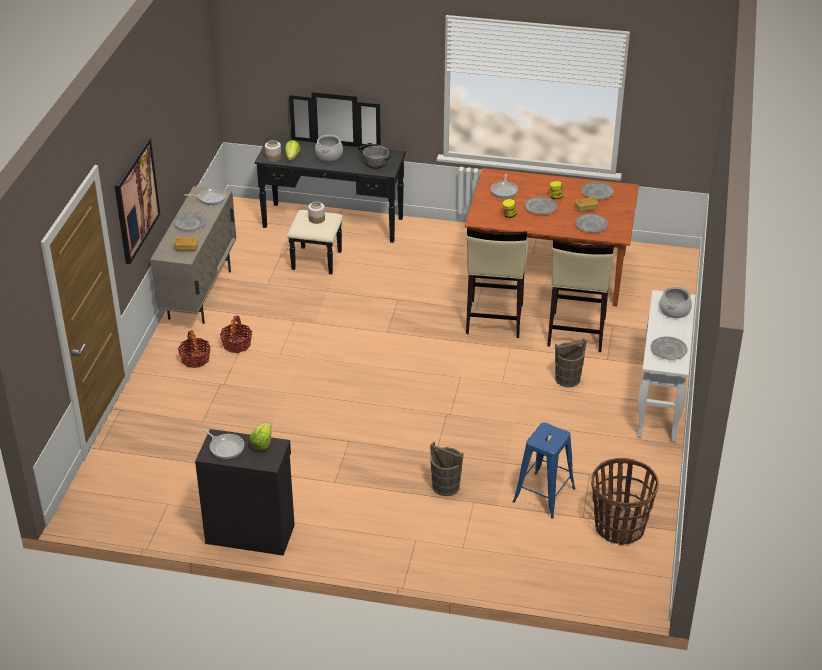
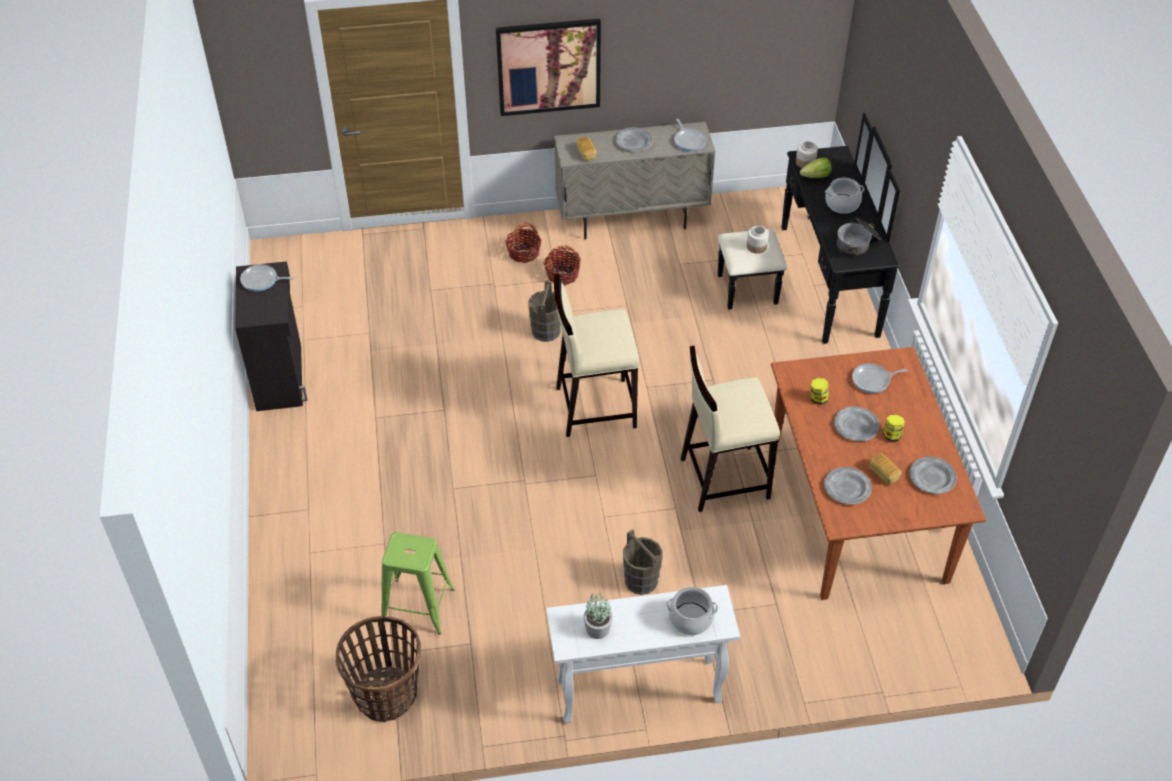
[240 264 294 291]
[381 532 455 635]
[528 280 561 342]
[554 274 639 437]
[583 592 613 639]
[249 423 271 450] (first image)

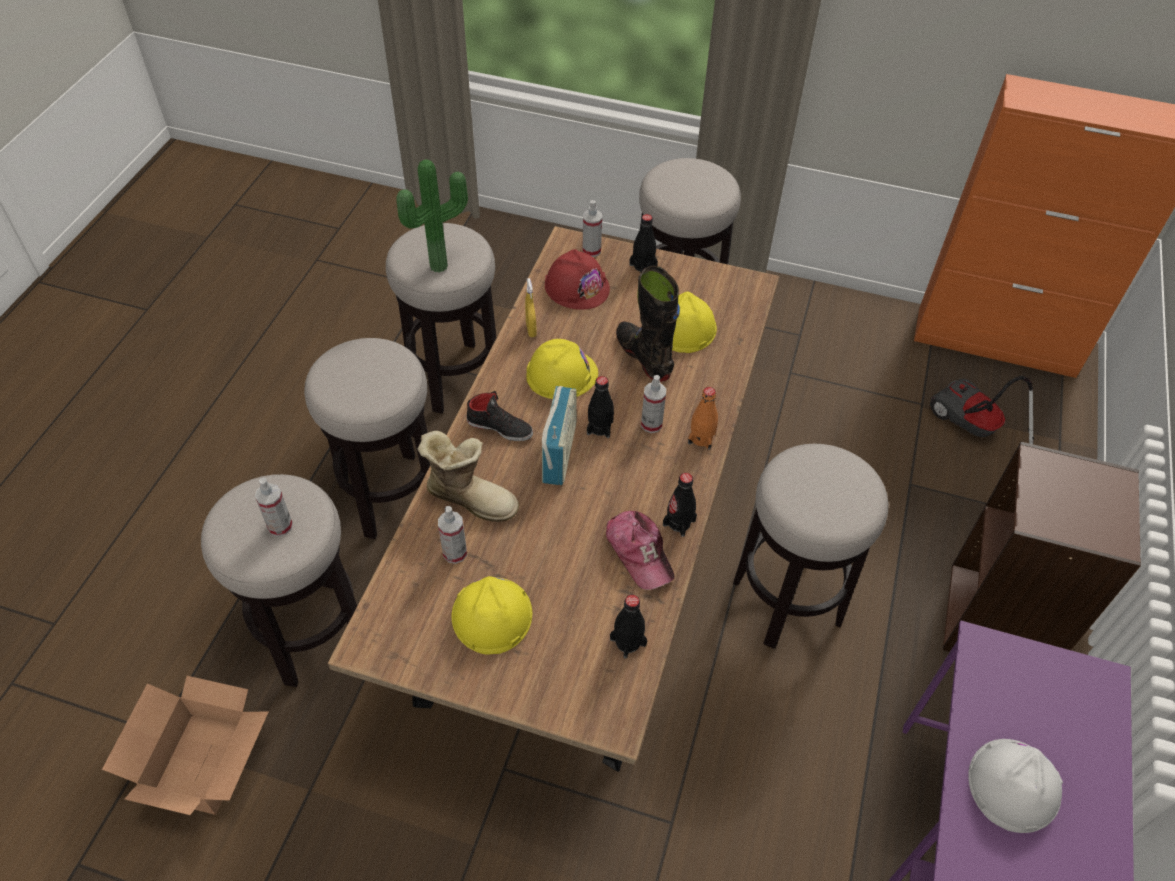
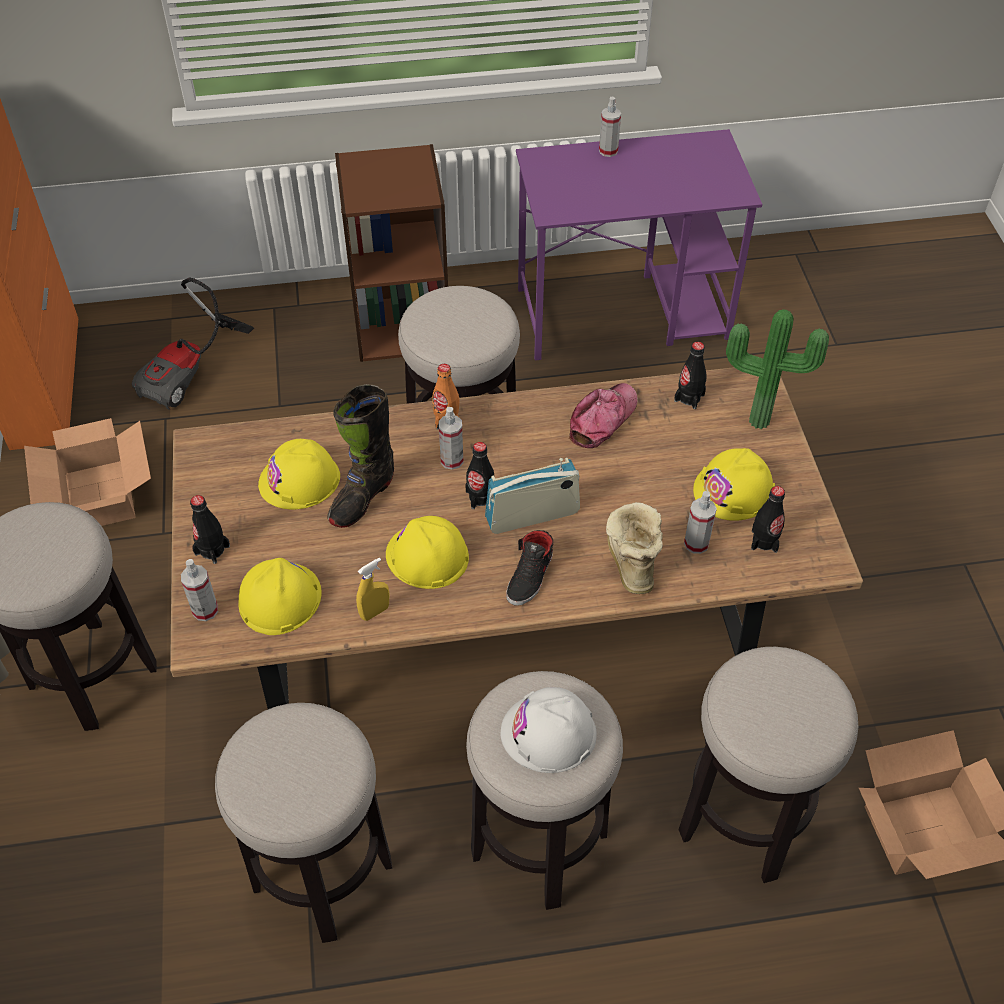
[24 418 151 526]
[238 558 322 635]
[501 687 596 773]
[506 530 553 606]
[599 97 621 157]
[726 309 829 429]
[751 486 785 553]

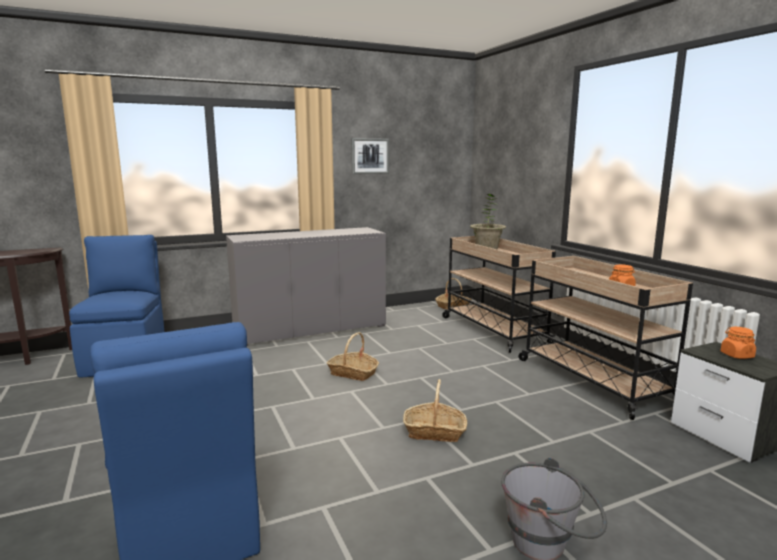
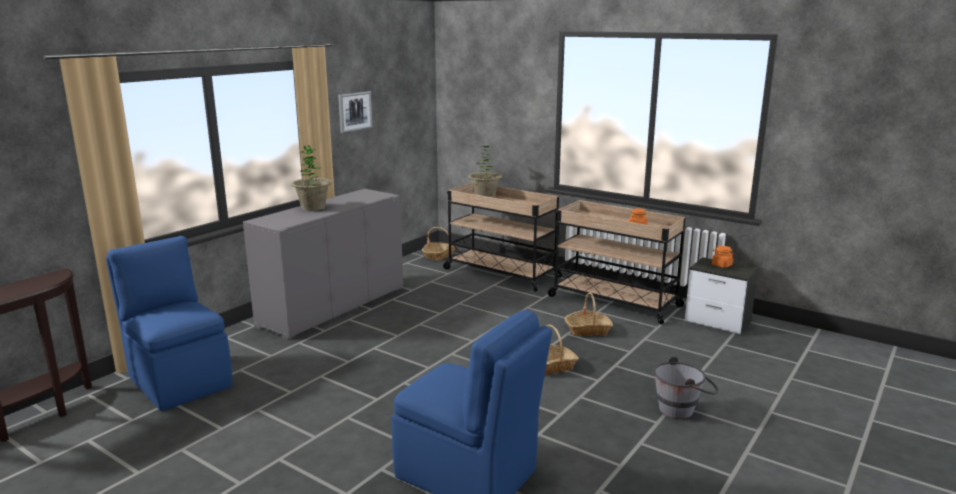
[291 146 332 211]
[565 292 613 336]

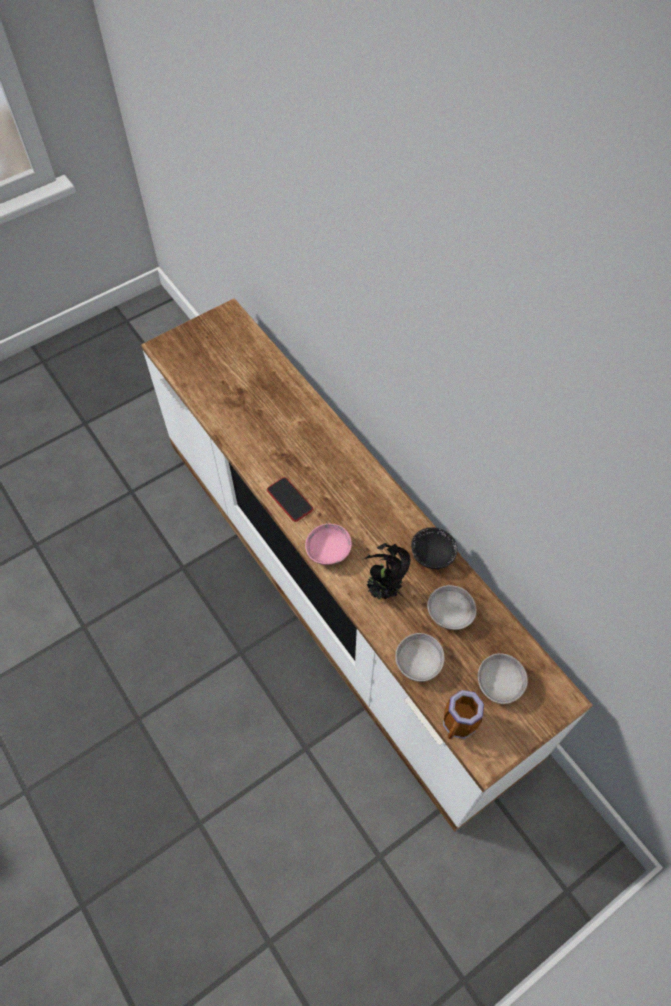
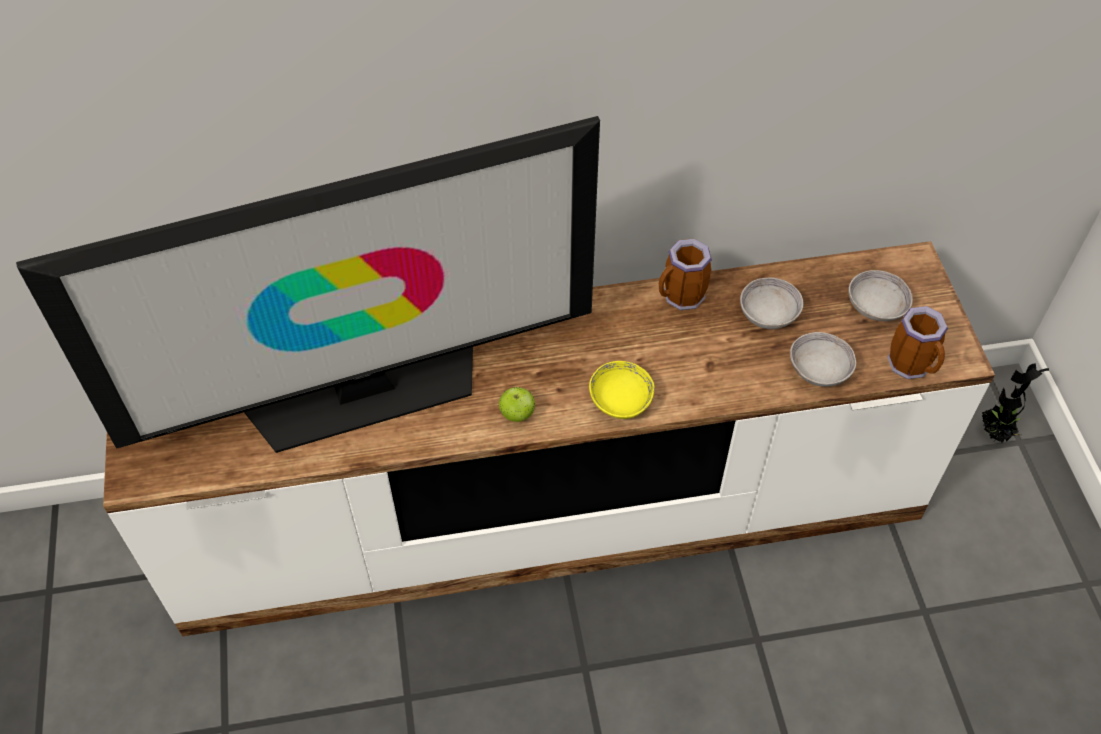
[16 116 600 453]
[499 387 535 422]
[589 361 655 419]
[659 239 712 310]
[982 363 1049 443]

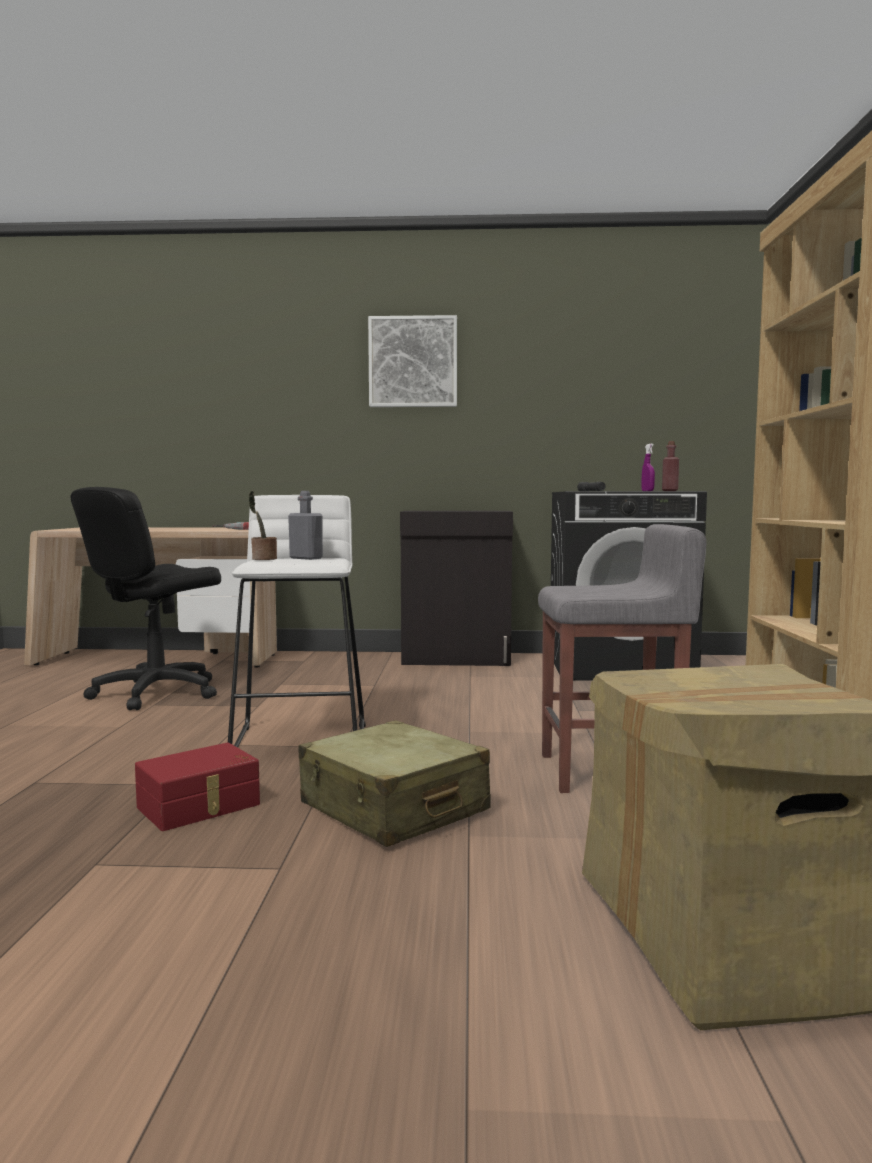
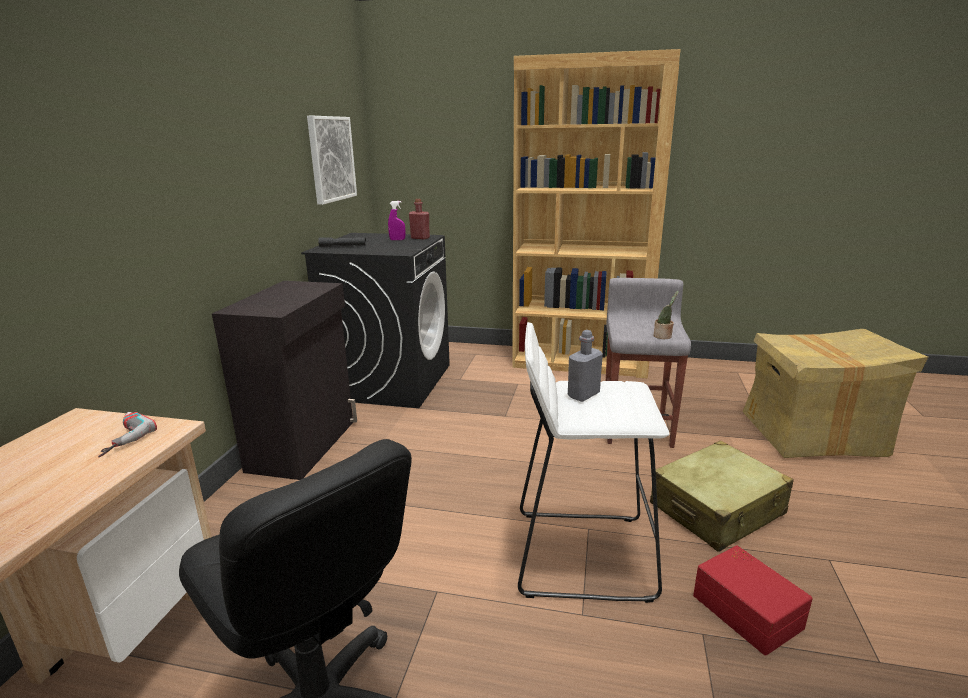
[307 116 357 205]
[653 291 679 339]

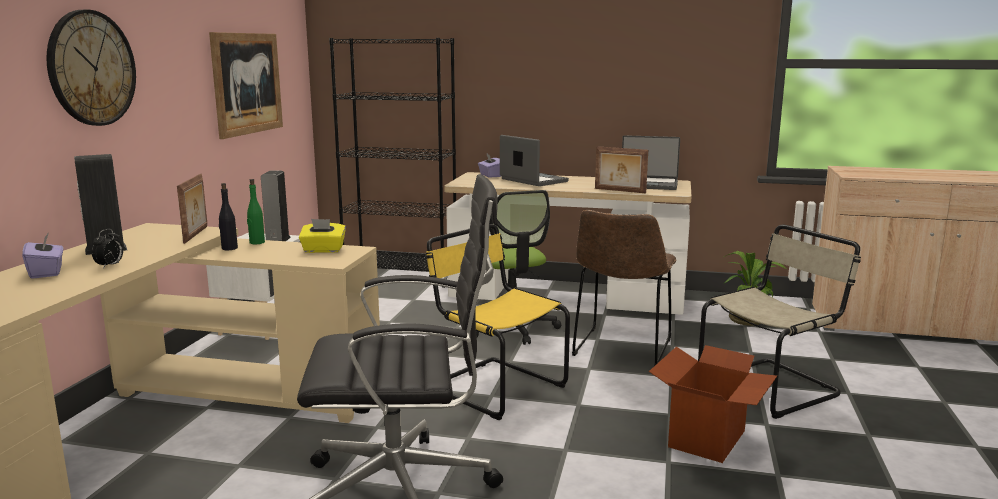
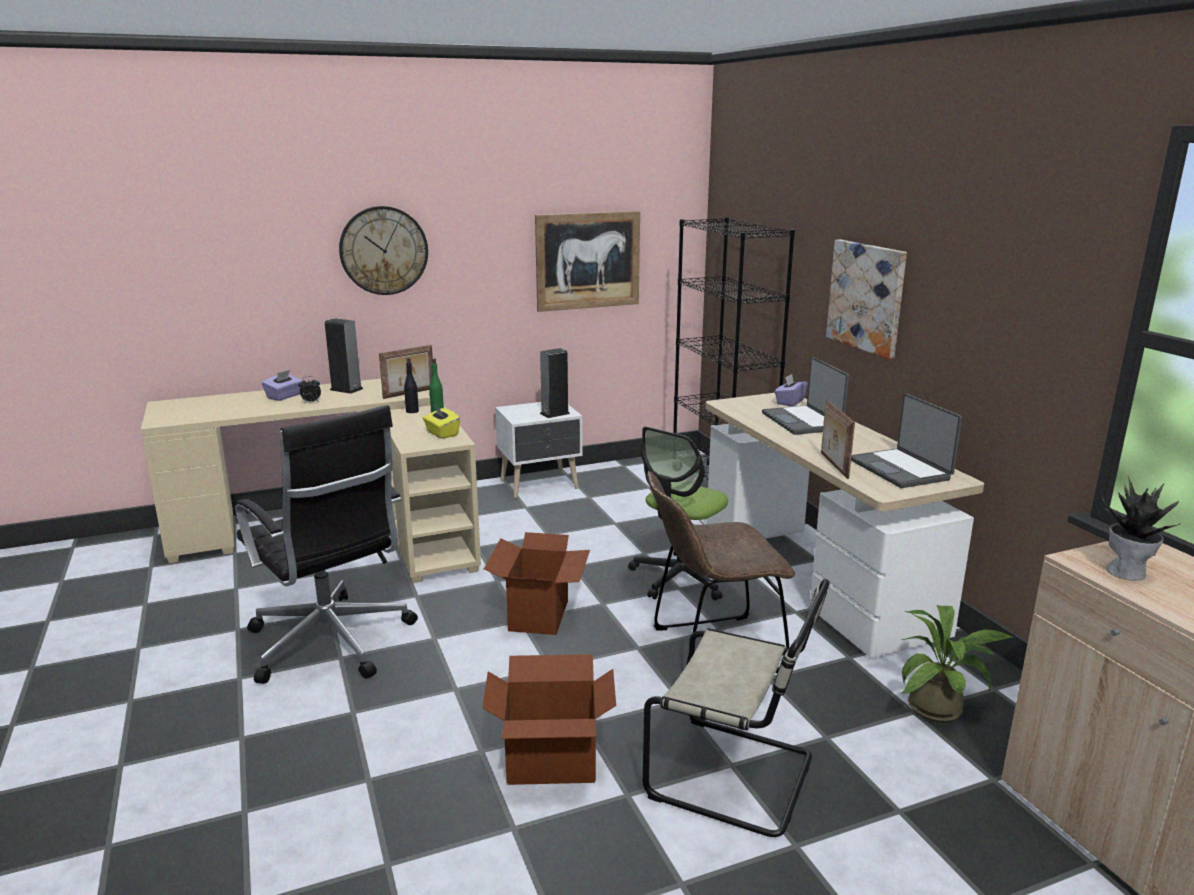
[484 532 590 635]
[762 357 849 435]
[826 240 907 359]
[1102 476 1181 581]

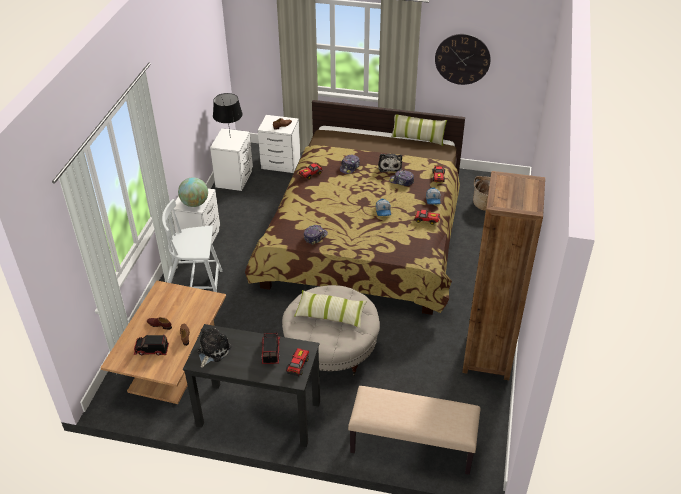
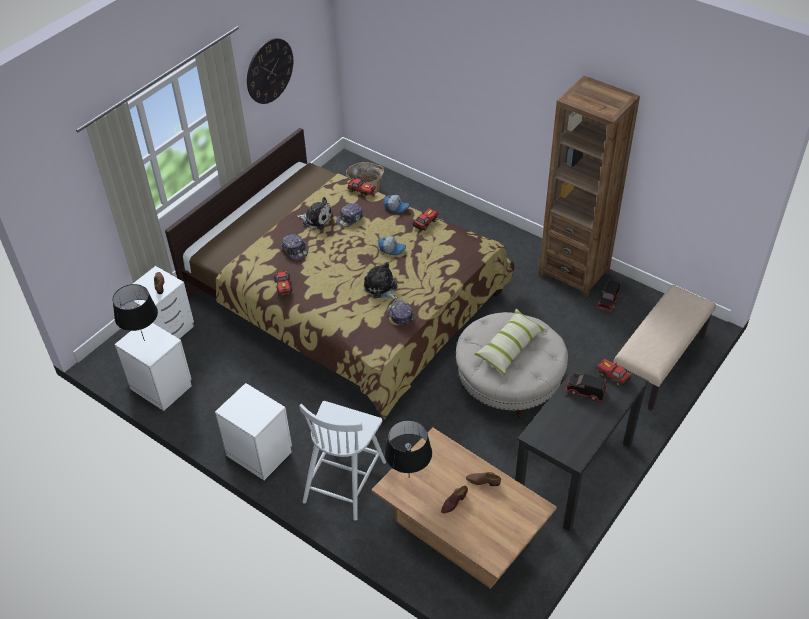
[364 262 398 300]
[385 420 432 478]
[596 279 621 312]
[178 177 208 207] (first image)
[391 115 447 146] (first image)

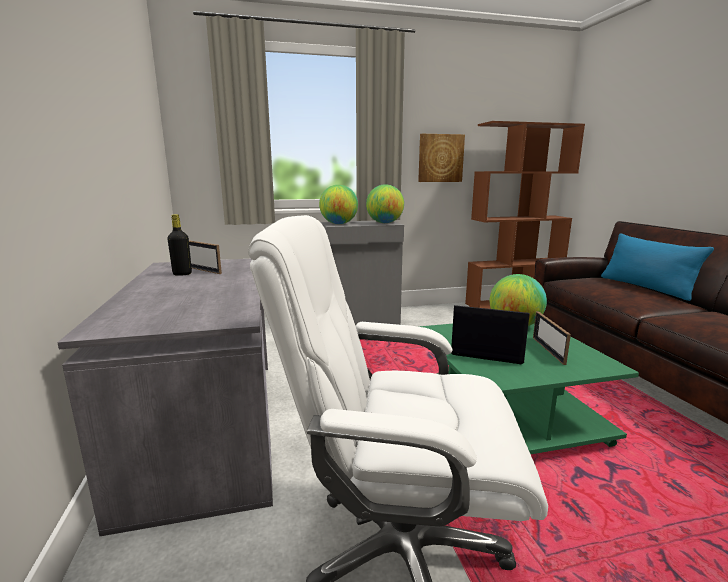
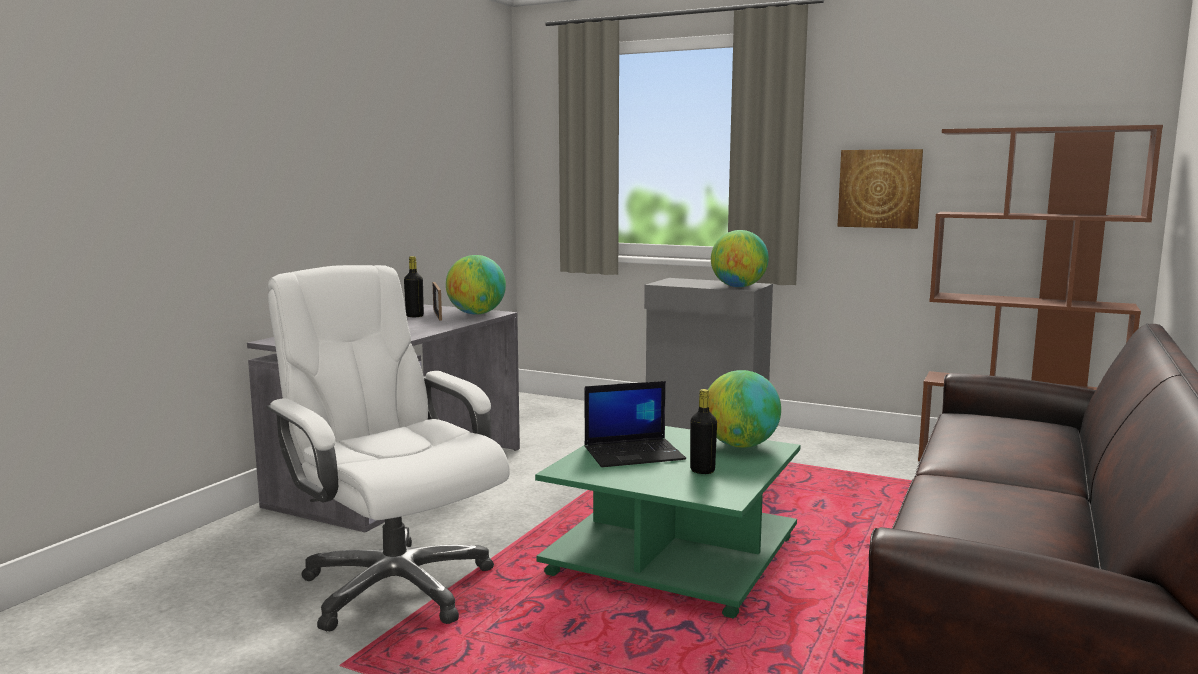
[446 255 506 315]
[585 381 686 467]
[690 389 717 474]
[601 233 714 301] (first image)

